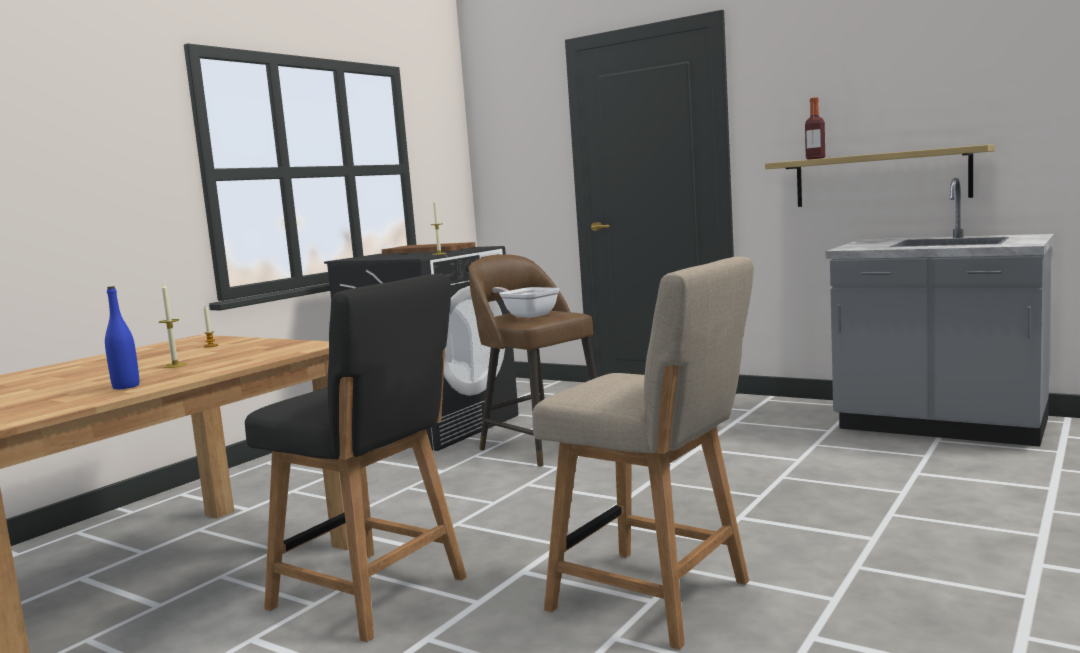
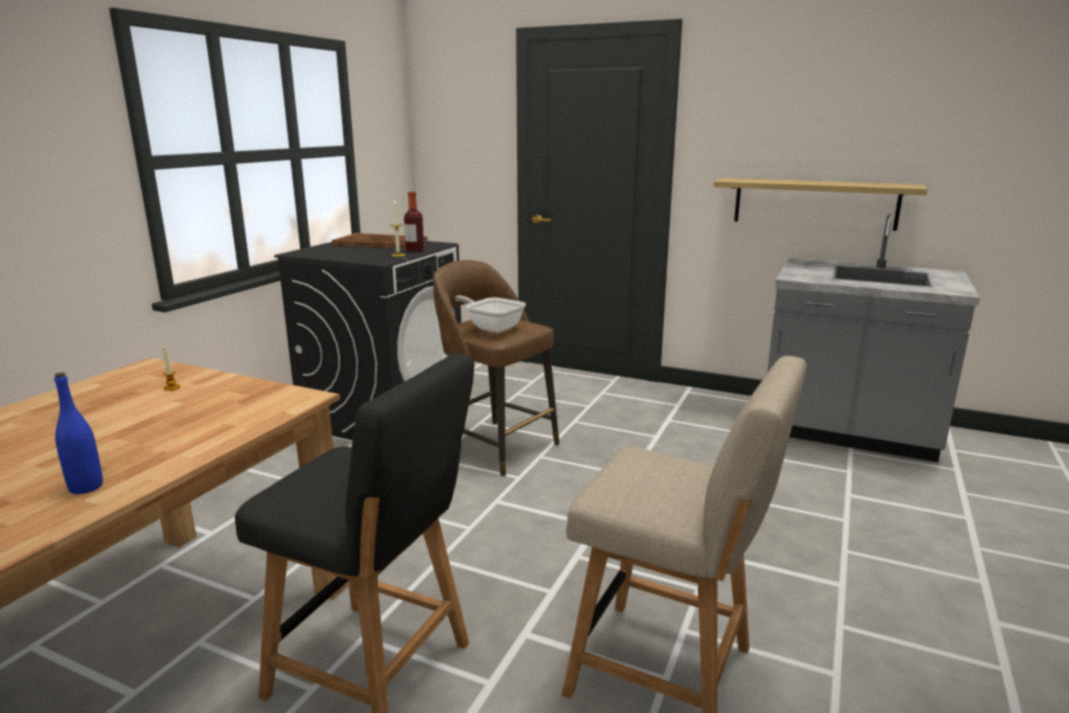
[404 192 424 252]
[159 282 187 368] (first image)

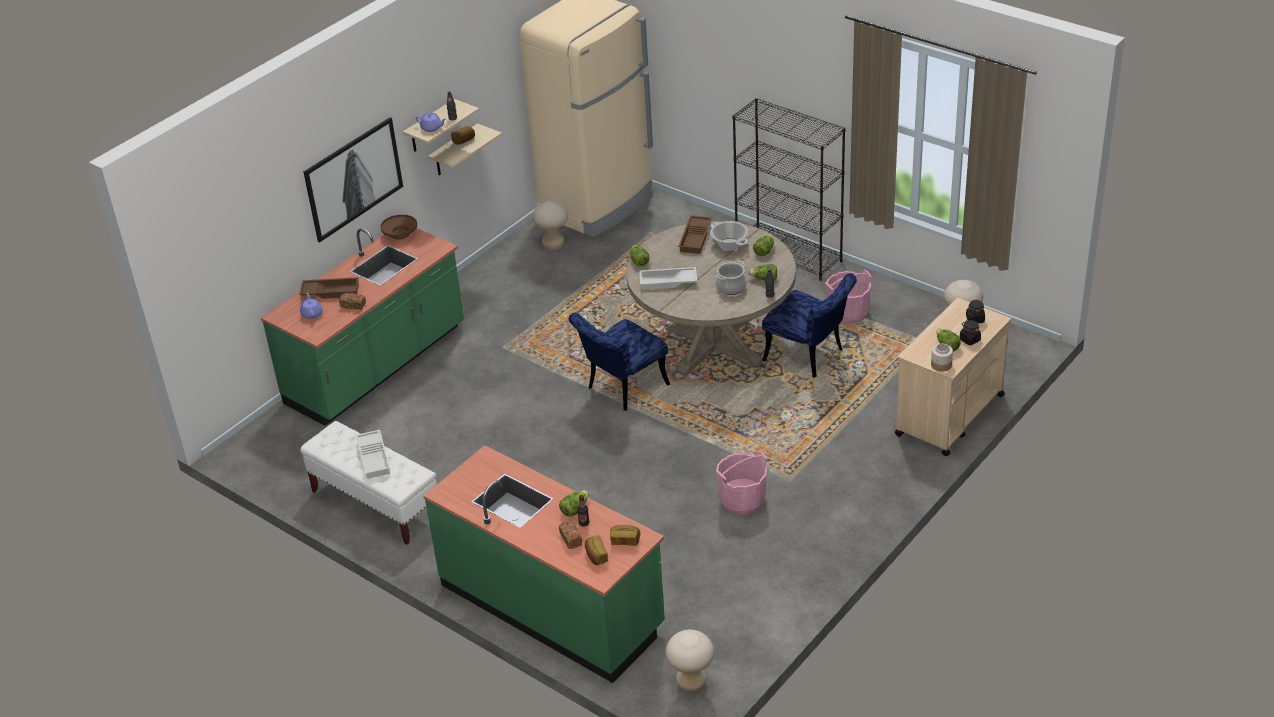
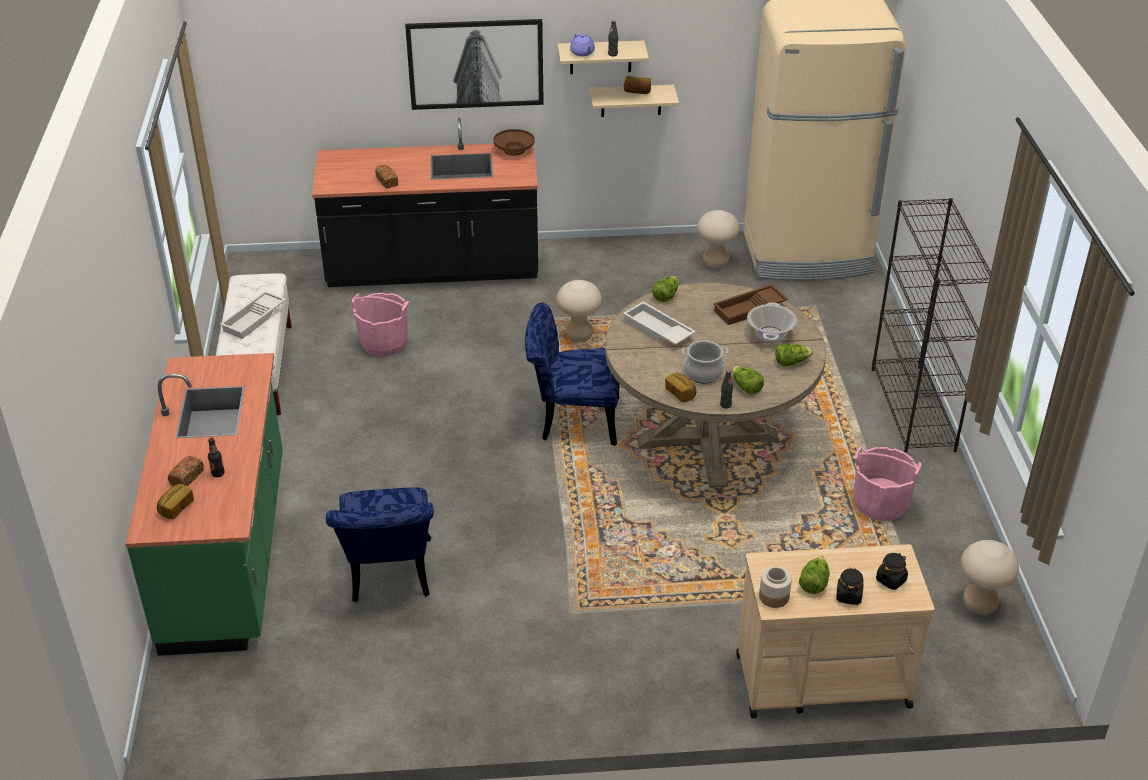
[312 118 538 287]
[326 487 434 603]
[352 292 409 357]
[556 280 602 342]
[665 373 696 402]
[299 277 359 299] (first image)
[300 292 323 319] (first image)
[559 490 589 517] (first image)

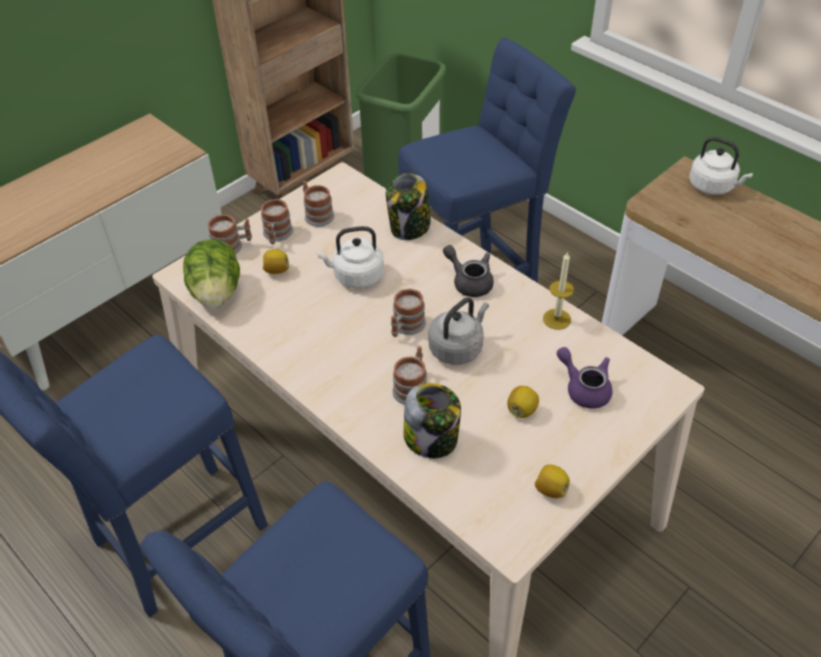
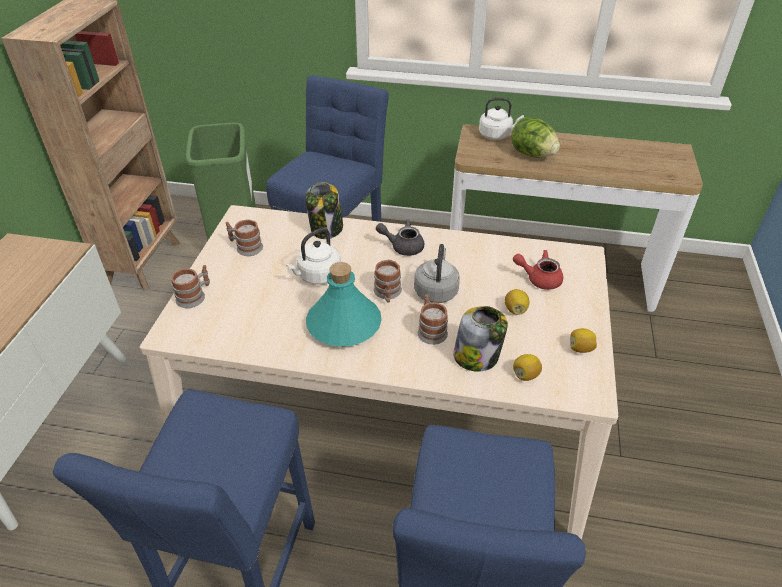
[306 262 381 347]
[511 117 560 158]
[513 250 563 290]
[513 354 542 381]
[261 199 293 245] (first image)
[543 251 574 330] (first image)

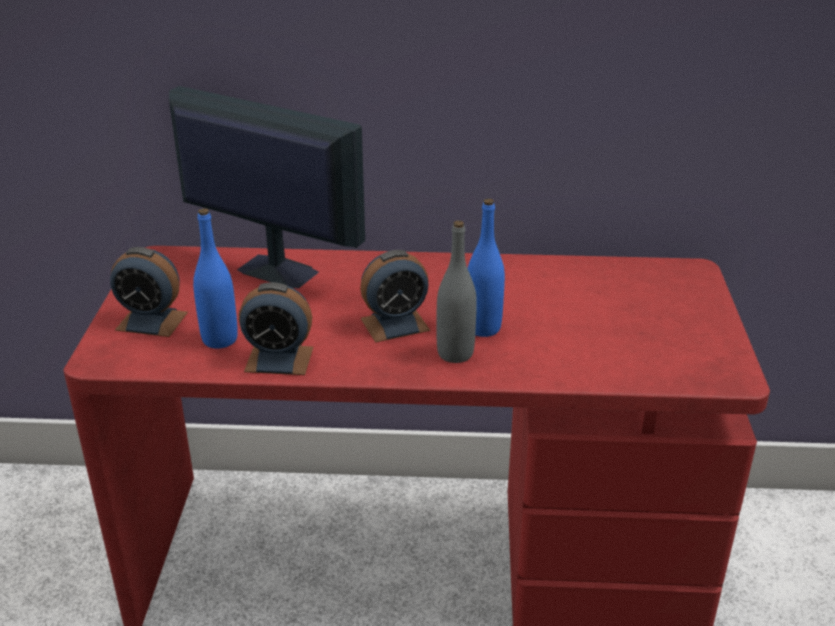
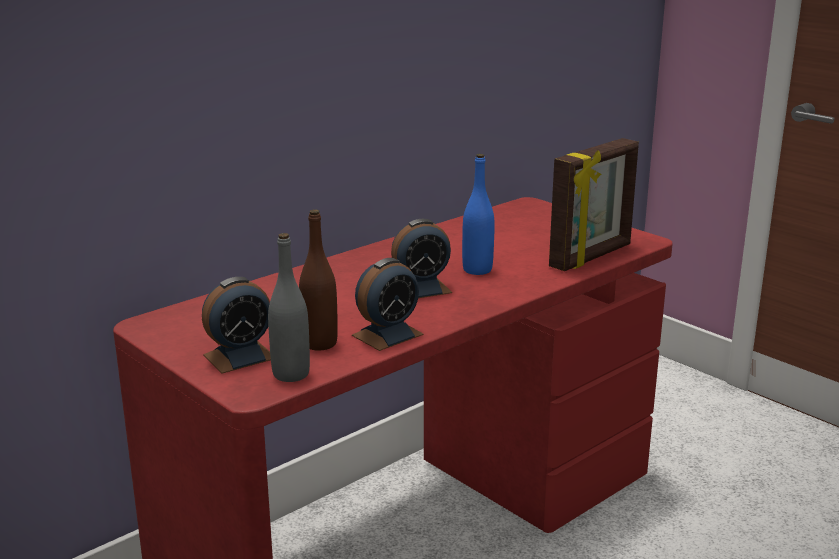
[268 233 310 382]
[299 209 338 351]
[391 219 452 298]
[549 138 639 271]
[169 86 365 288] (first image)

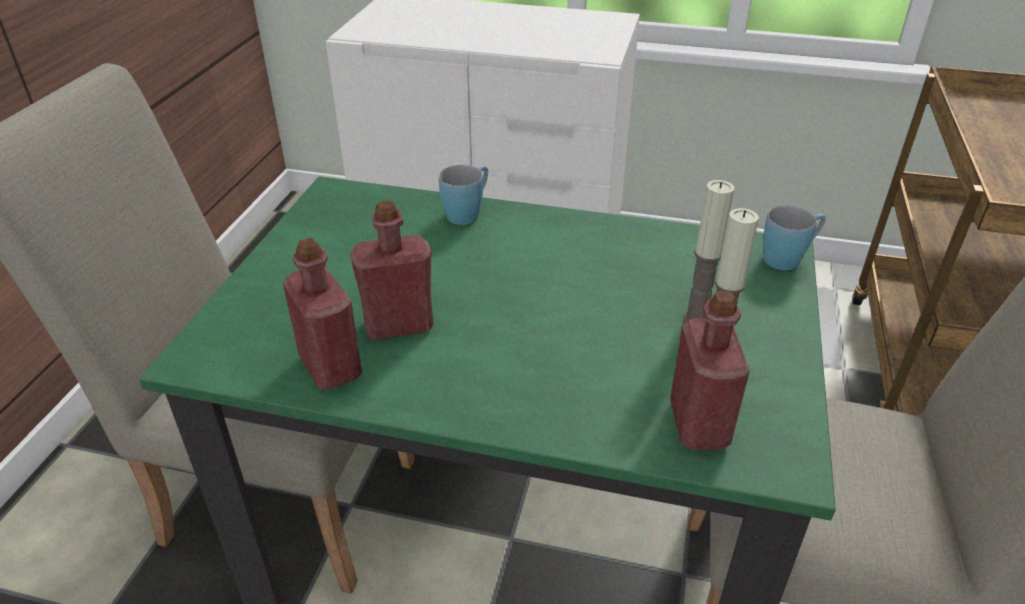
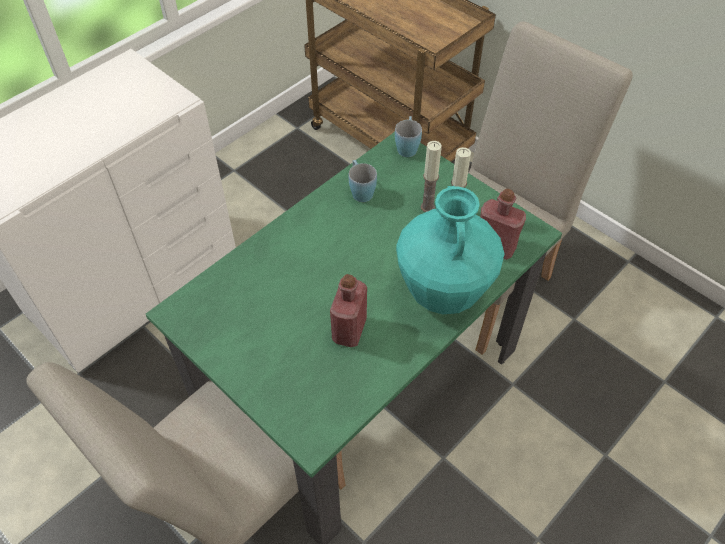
[349 160 377 202]
[396 186 504 314]
[283 238 362 390] (first image)

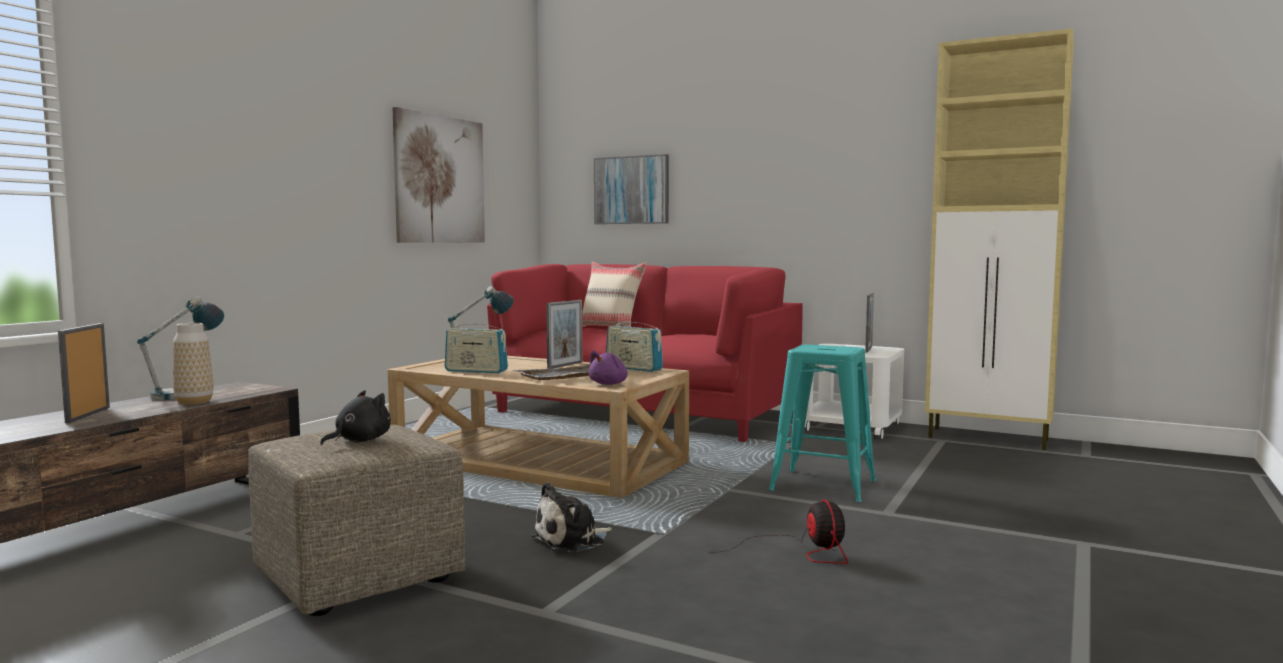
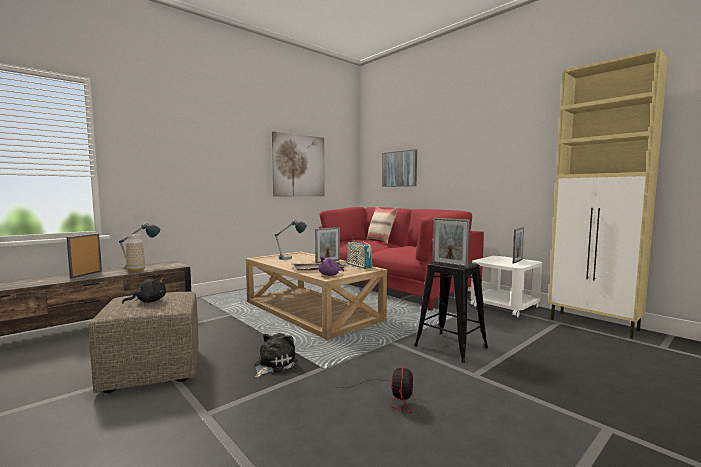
[255 333 298 378]
[414 262 488 363]
[433 218 470 268]
[445 319 508 373] (first image)

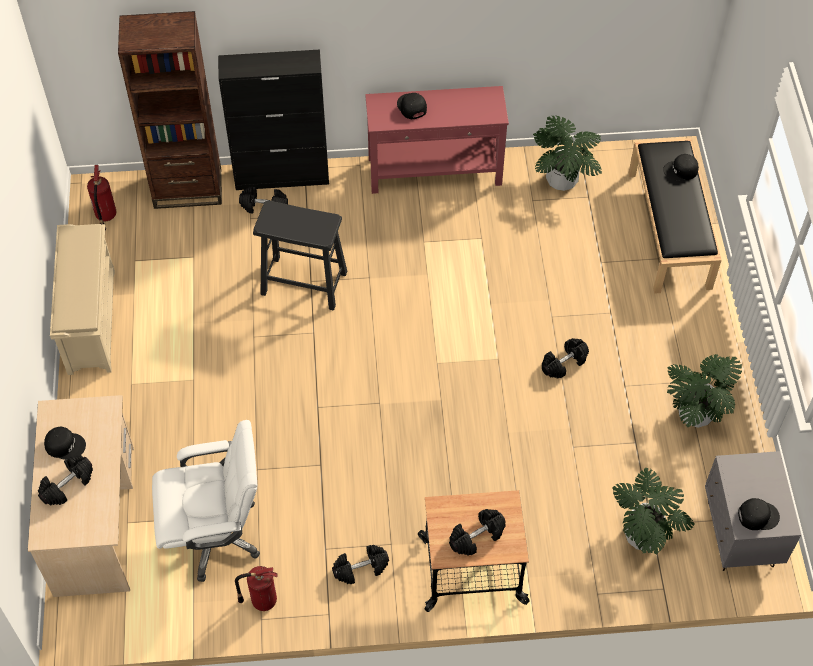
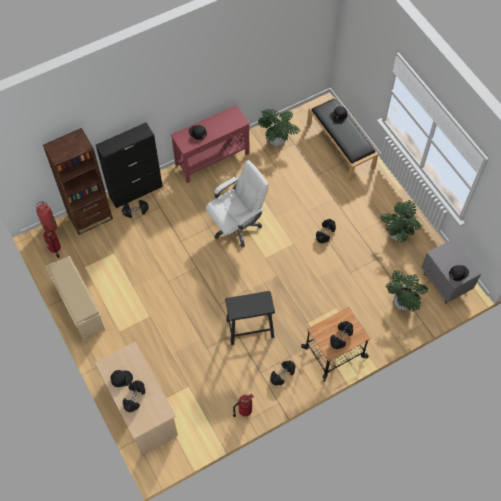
[36 202 57 232]
[206 160 269 247]
[225 291 275 345]

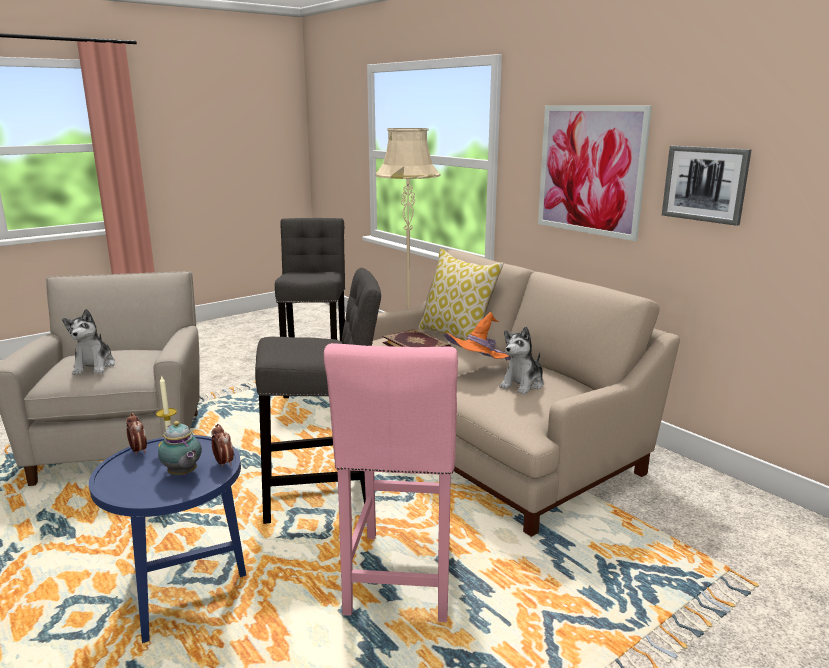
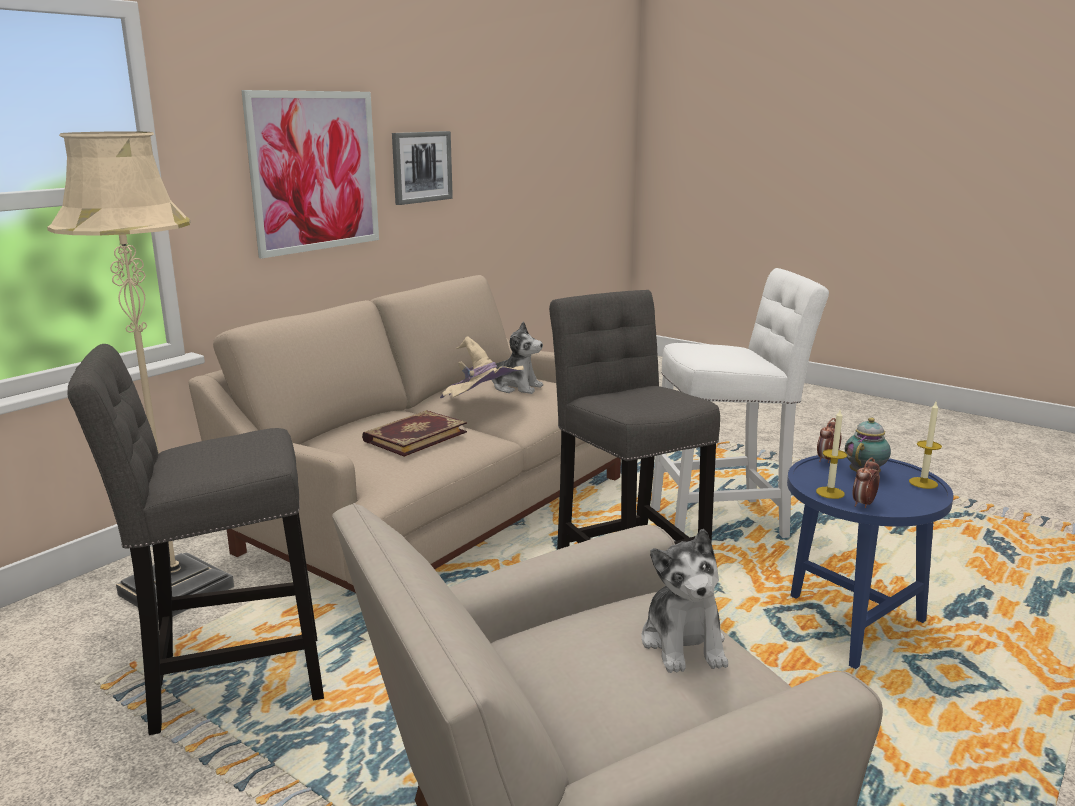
[440 336 524 398]
[642 529 728 673]
[651 268 829 541]
[909 402 942 489]
[418 248 504 341] (first image)

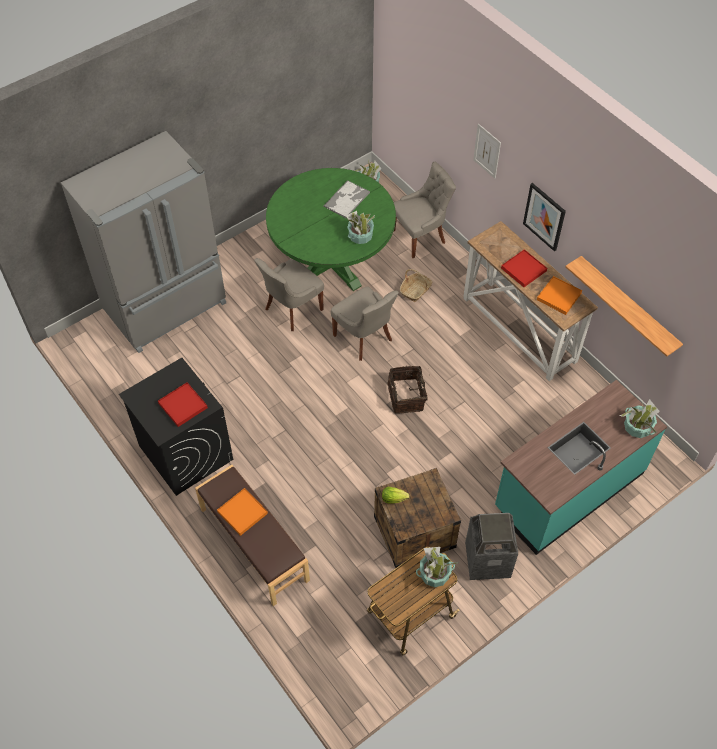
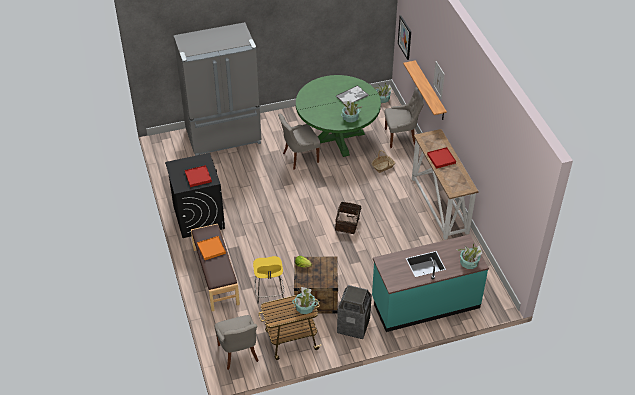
[214 315 259 370]
[253 256 285 303]
[398 15 411 60]
[403 61 447 120]
[537 276 582 315] (first image)

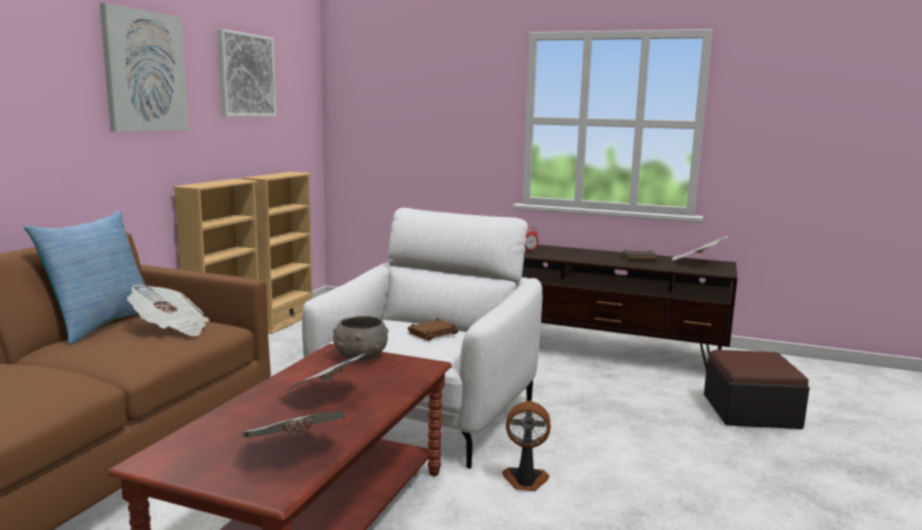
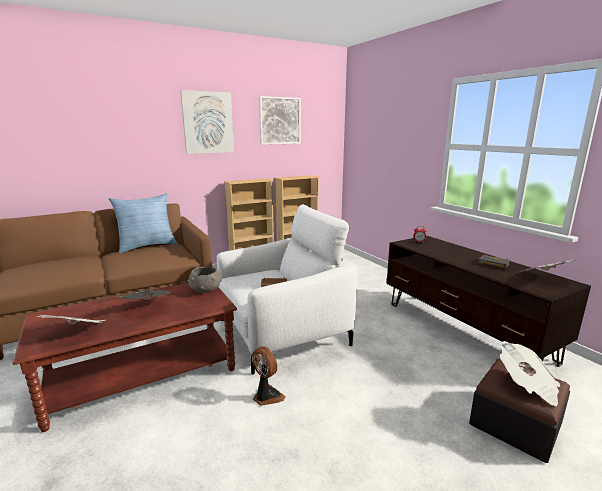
[500 341 560 406]

